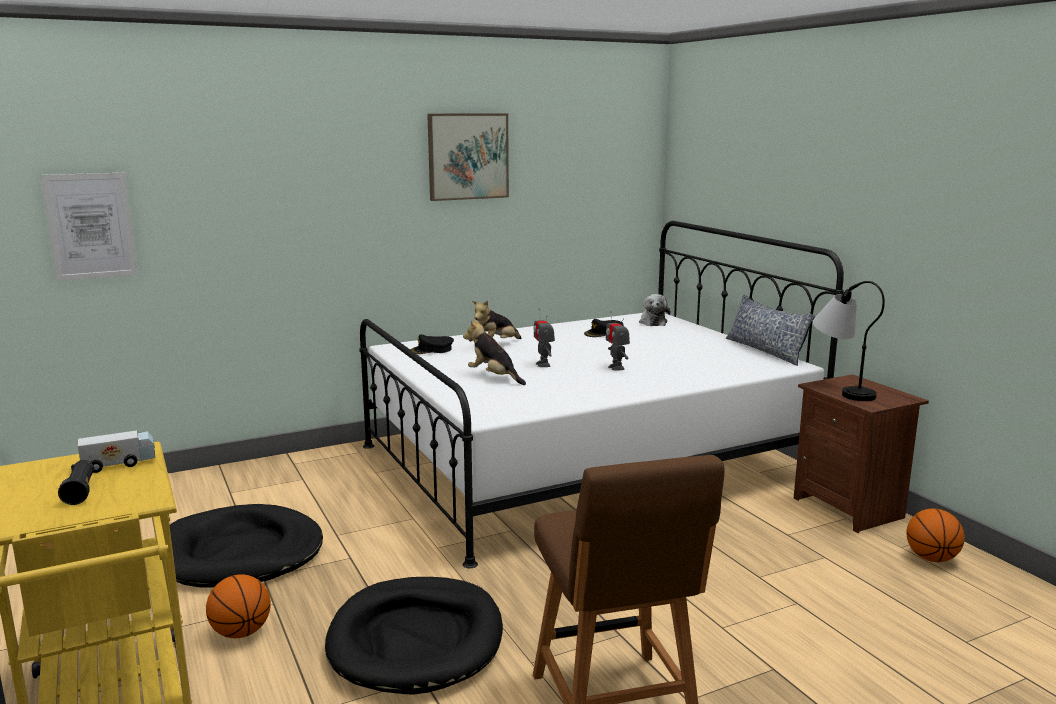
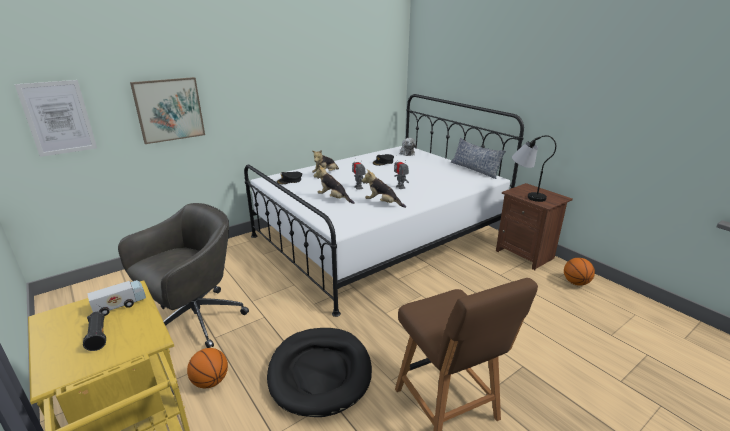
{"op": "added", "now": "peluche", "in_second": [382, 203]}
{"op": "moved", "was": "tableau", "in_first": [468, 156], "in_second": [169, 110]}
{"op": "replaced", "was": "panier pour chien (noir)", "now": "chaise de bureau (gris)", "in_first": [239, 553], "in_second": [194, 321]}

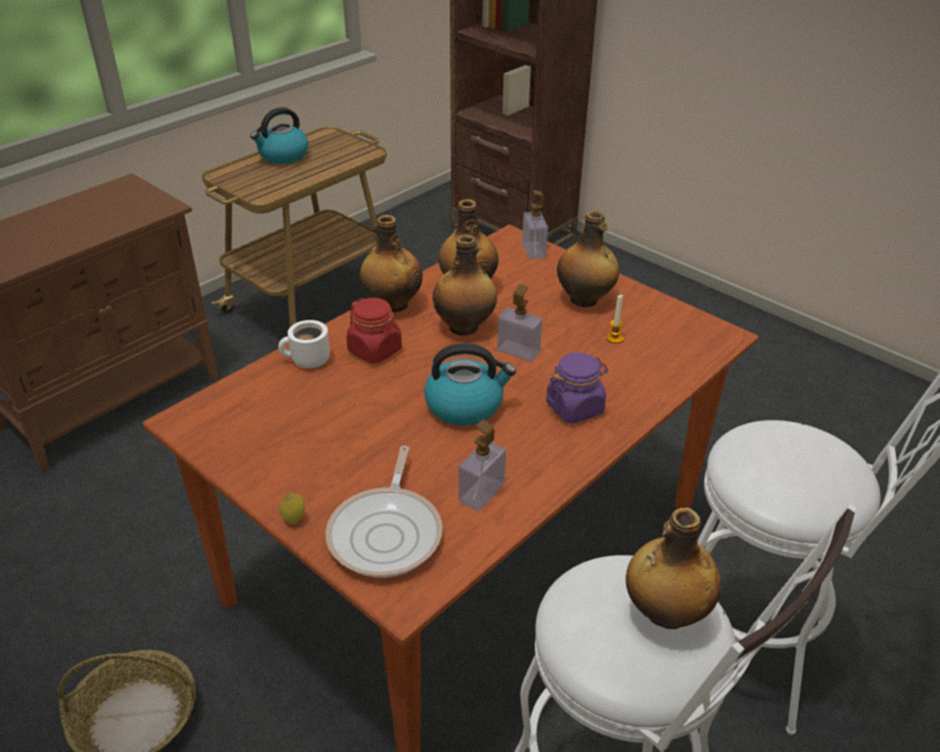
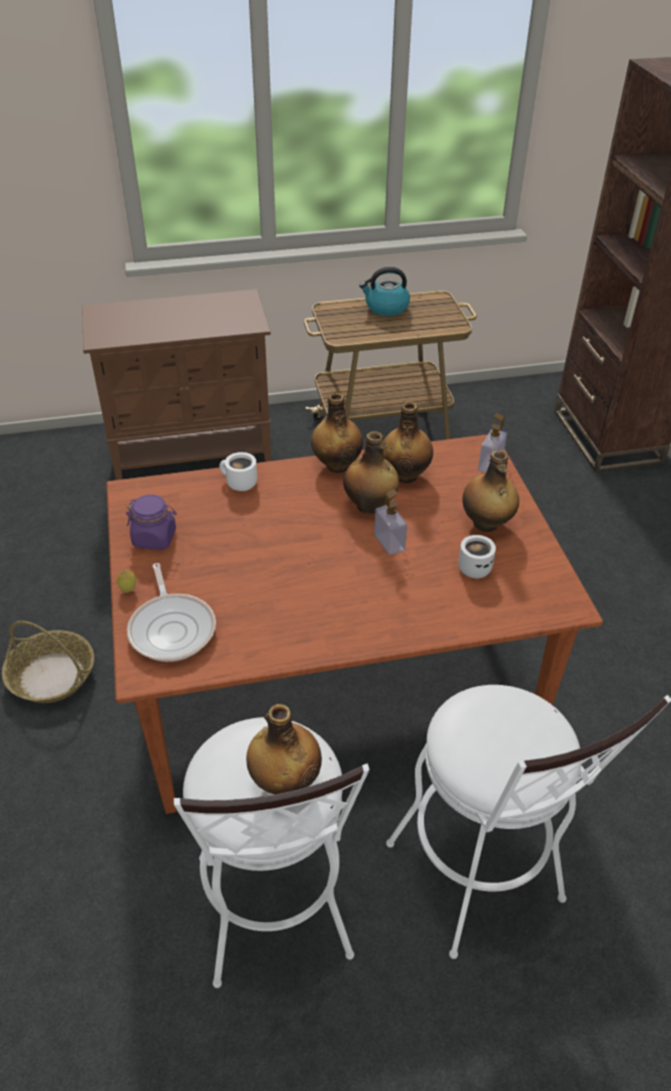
{"op": "removed", "was": "bocal (rouge)", "in_first": [375, 350]}
{"op": "removed", "was": "bouilloire", "in_first": [465, 405]}
{"op": "removed", "was": "distributeur de savon", "in_first": [481, 493]}
{"op": "moved", "was": "bocal (violet)", "in_first": [575, 408], "in_second": [155, 538]}
{"op": "replaced", "was": "bougie", "now": "mug (blanc)", "in_first": [614, 338], "in_second": [475, 566]}
{"op": "turned", "was": "poêle", "in_first": [388, 532], "in_second": [172, 628], "clockwise": -60}

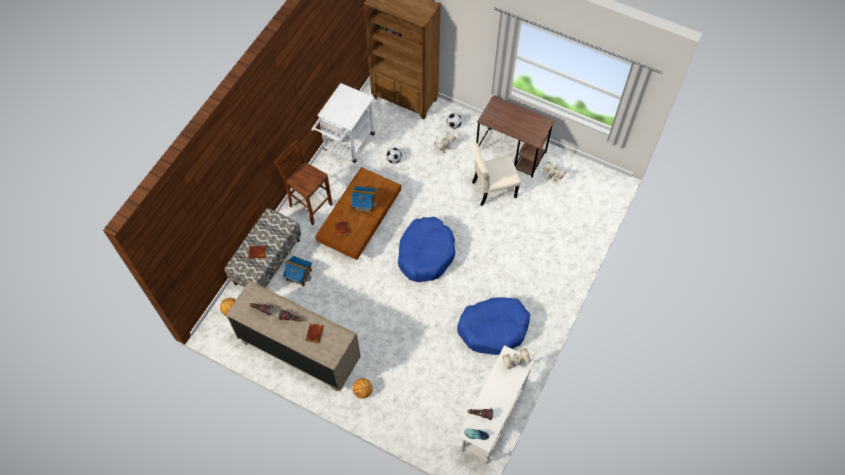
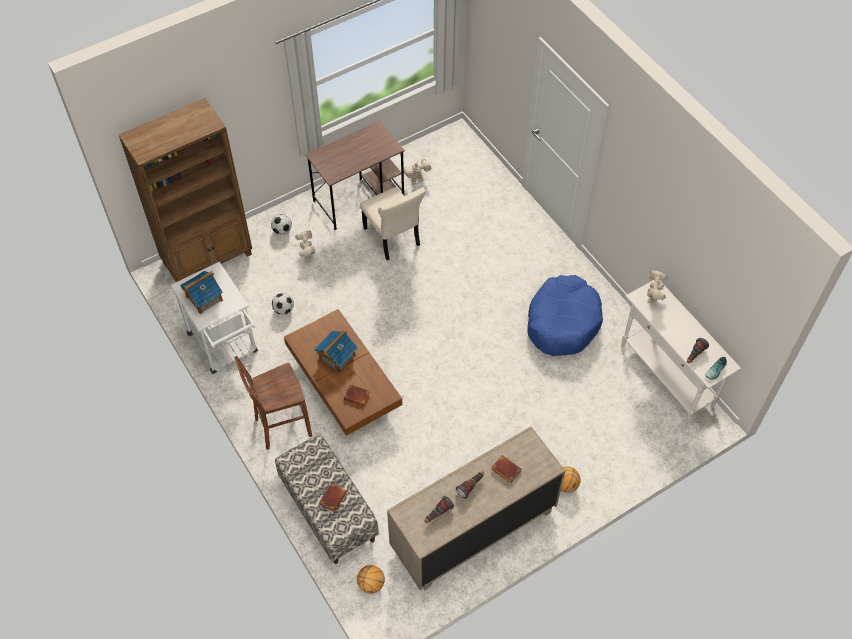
{"op": "removed", "was": "panier pour chien (bleu)", "in_first": [425, 253]}
{"op": "moved", "was": "maison miniature", "in_first": [299, 274], "in_second": [204, 298]}
{"op": "turned", "was": "chaise (beige)", "in_first": [492, 190], "in_second": [392, 238], "clockwise": -45}

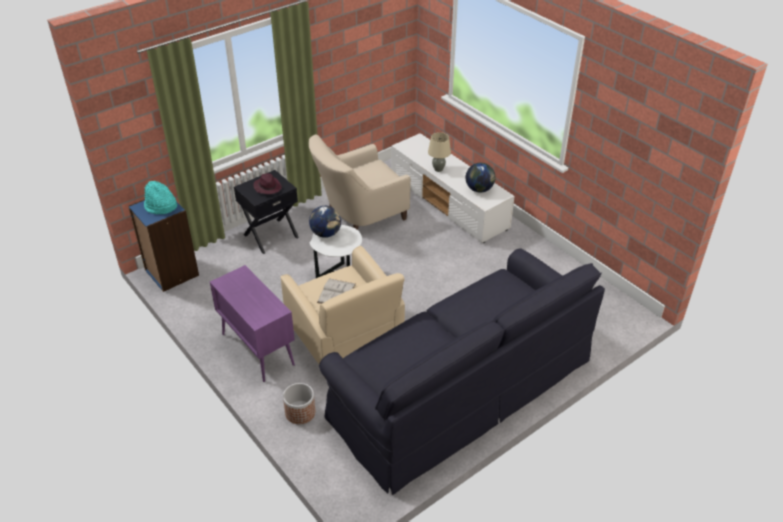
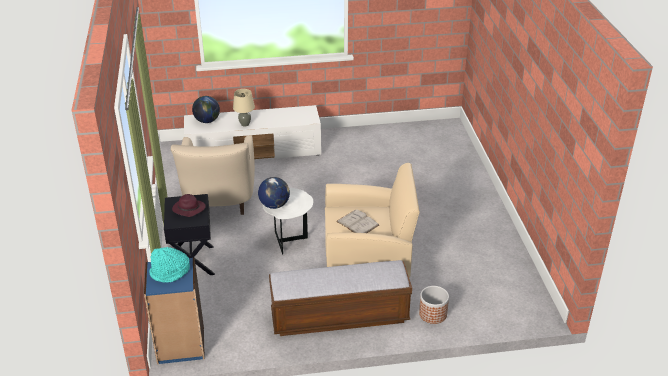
{"op": "removed", "was": "canapé (noir)", "in_first": [459, 387]}
{"op": "moved", "was": "globe", "in_first": [479, 189], "in_second": [207, 121]}
{"op": "replaced", "was": "meuble de rangement (violet)", "now": "banc", "in_first": [257, 349], "in_second": [339, 317]}

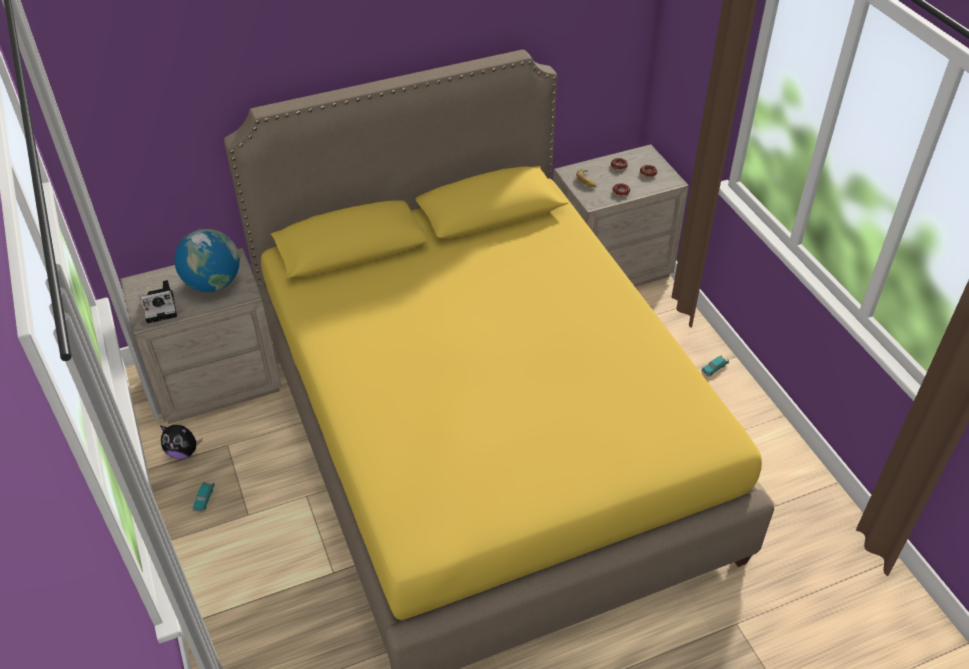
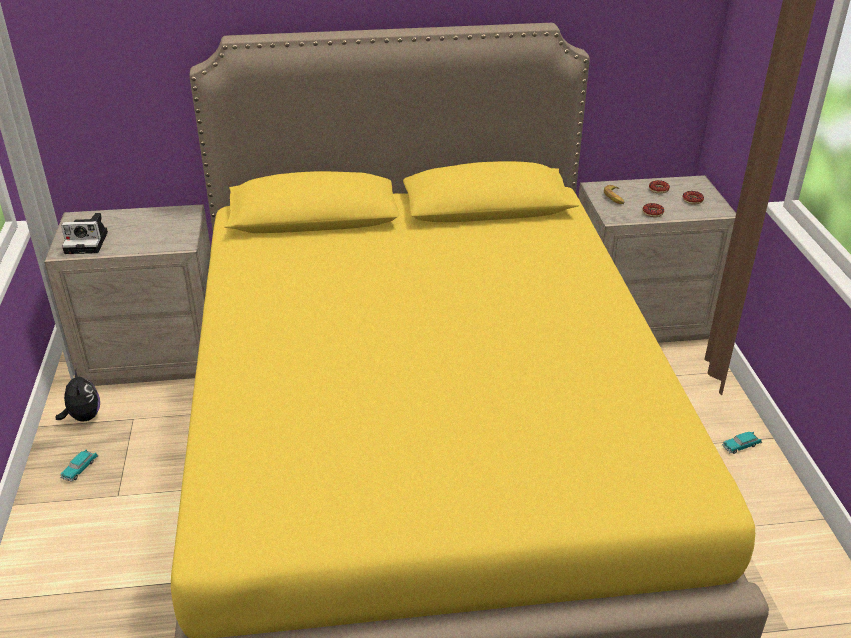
{"op": "removed", "was": "globe", "in_first": [213, 283]}
{"op": "turned", "was": "peluche", "in_first": [183, 452], "in_second": [83, 417], "clockwise": -135}

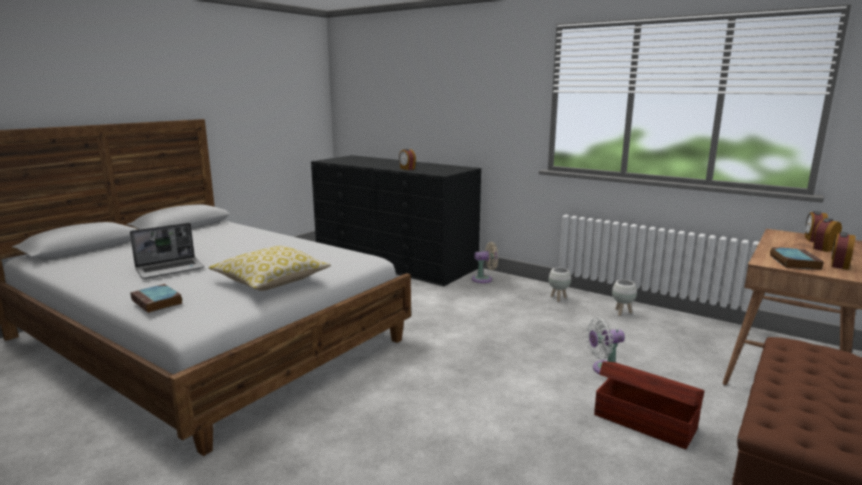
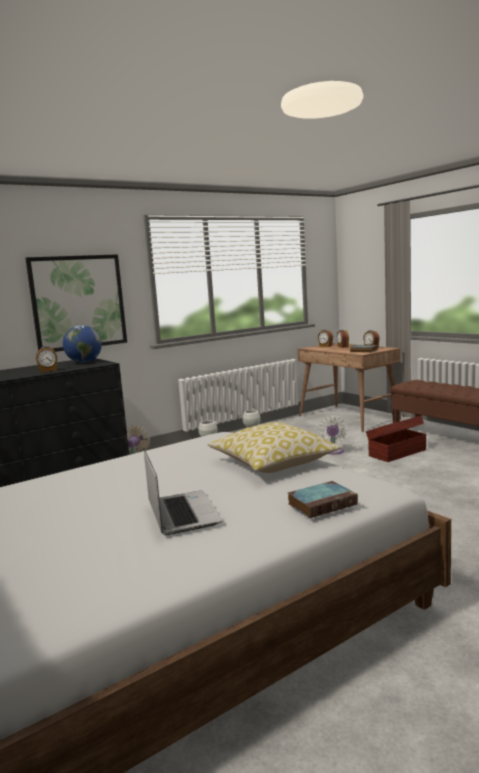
{"op": "added", "now": "tableau", "in_second": [78, 302]}
{"op": "added", "now": "globe", "in_second": [84, 362]}

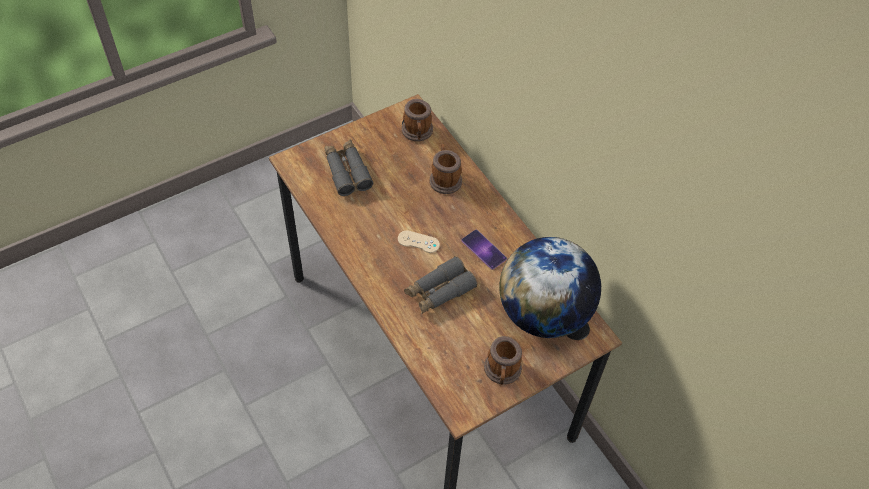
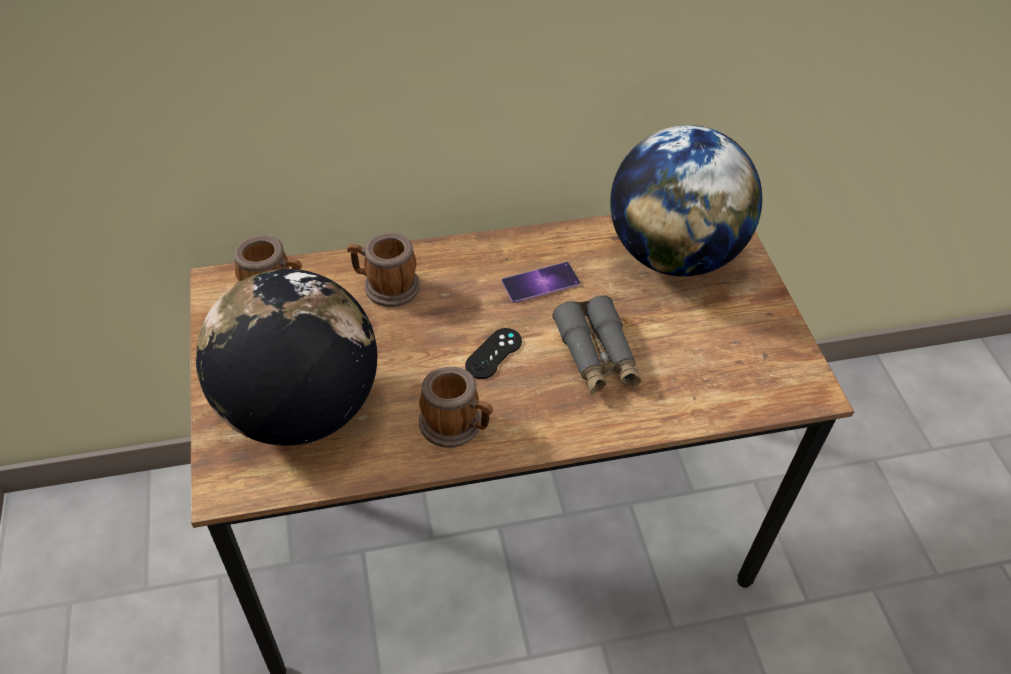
{"op": "moved", "was": "mug", "in_first": [502, 372], "in_second": [456, 425]}
{"op": "replaced", "was": "jumelles (gris)", "now": "globe", "in_first": [347, 171], "in_second": [300, 408]}
{"op": "recoloured", "was": "manette (beige)", "now": "manette (noir)", "in_first": [418, 242], "in_second": [493, 353]}

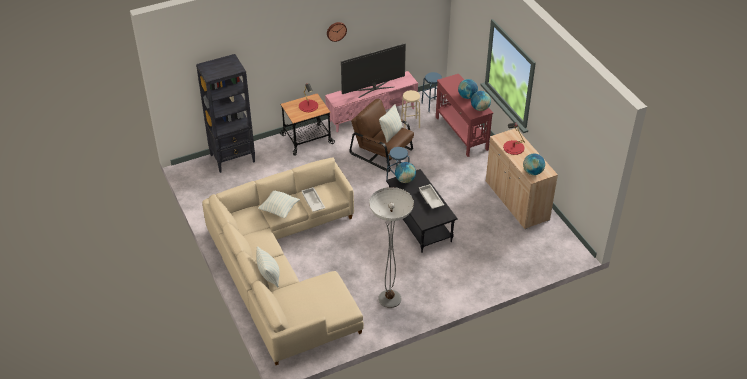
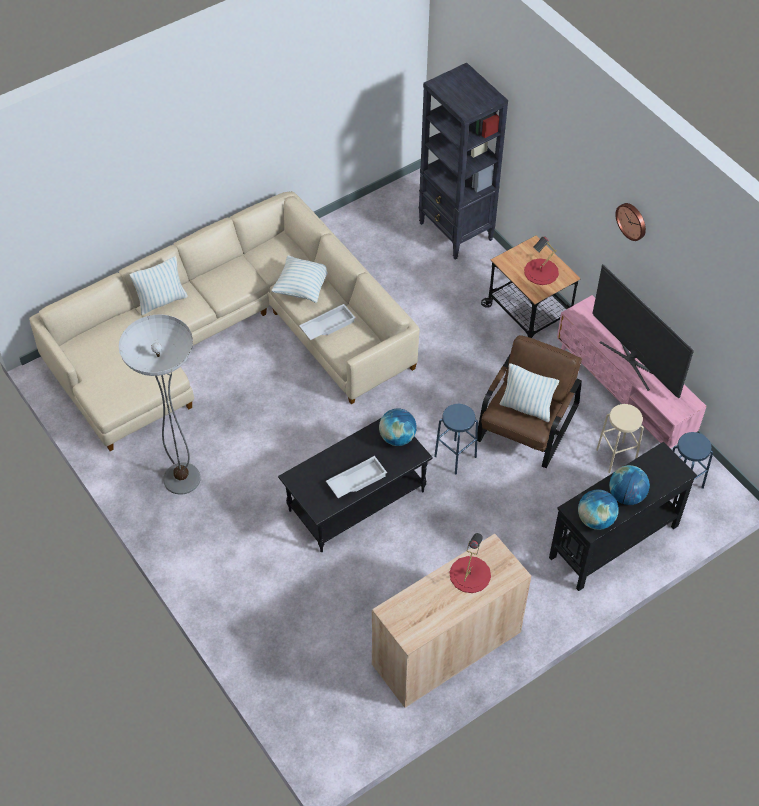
{"op": "removed", "was": "globe", "in_first": [532, 172]}
{"op": "recoloured", "was": "table console (rouge)", "now": "table console (noir)", "in_first": [461, 133], "in_second": [613, 541]}

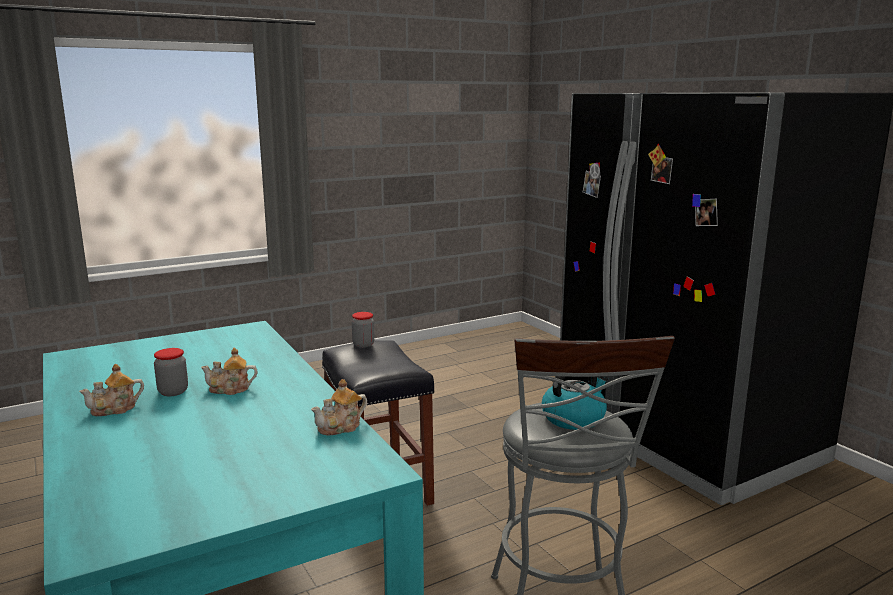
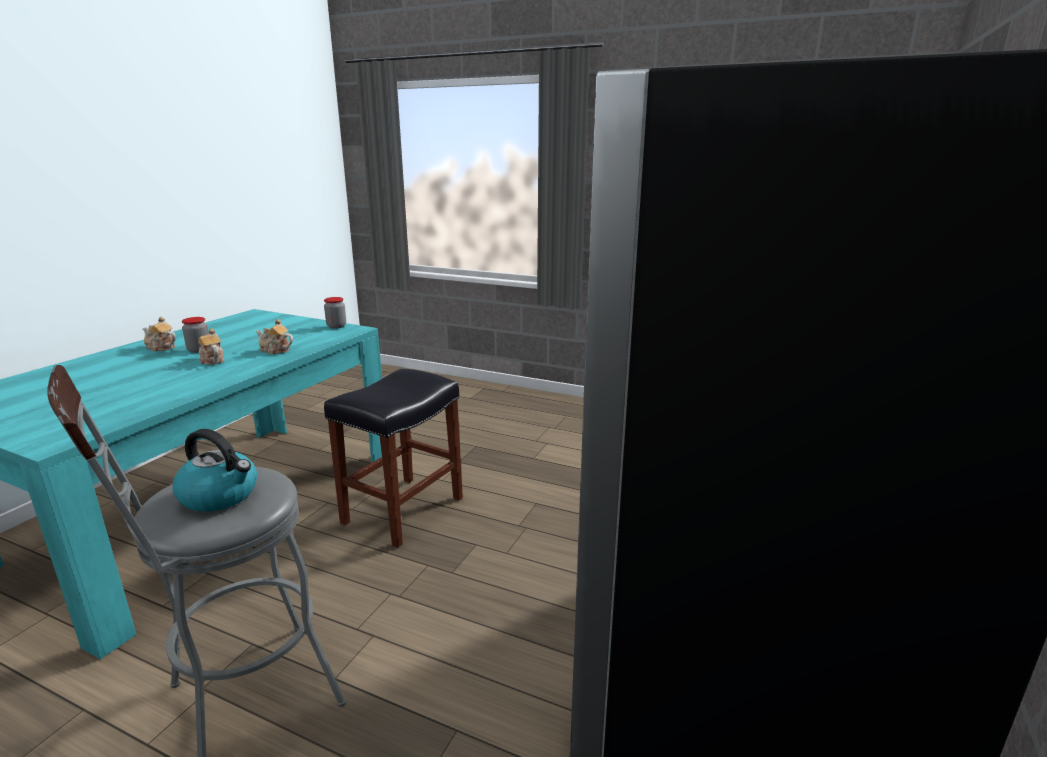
{"op": "moved", "was": "théière", "in_first": [341, 427], "in_second": [275, 350]}
{"op": "moved", "was": "bocal", "in_first": [363, 344], "in_second": [336, 326]}

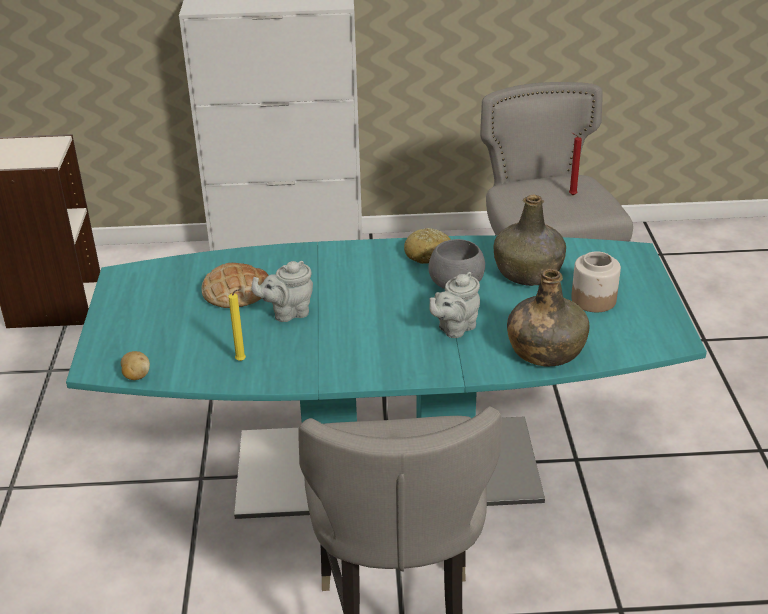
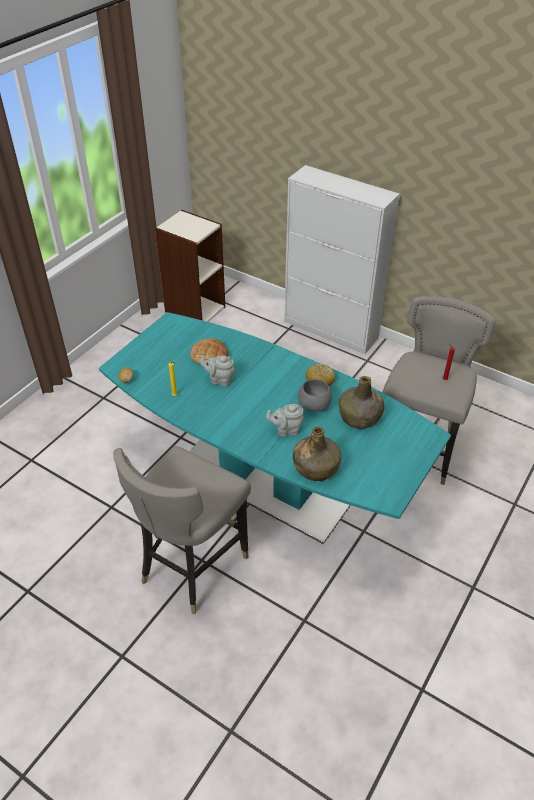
{"op": "removed", "was": "bocal", "in_first": [594, 300]}

